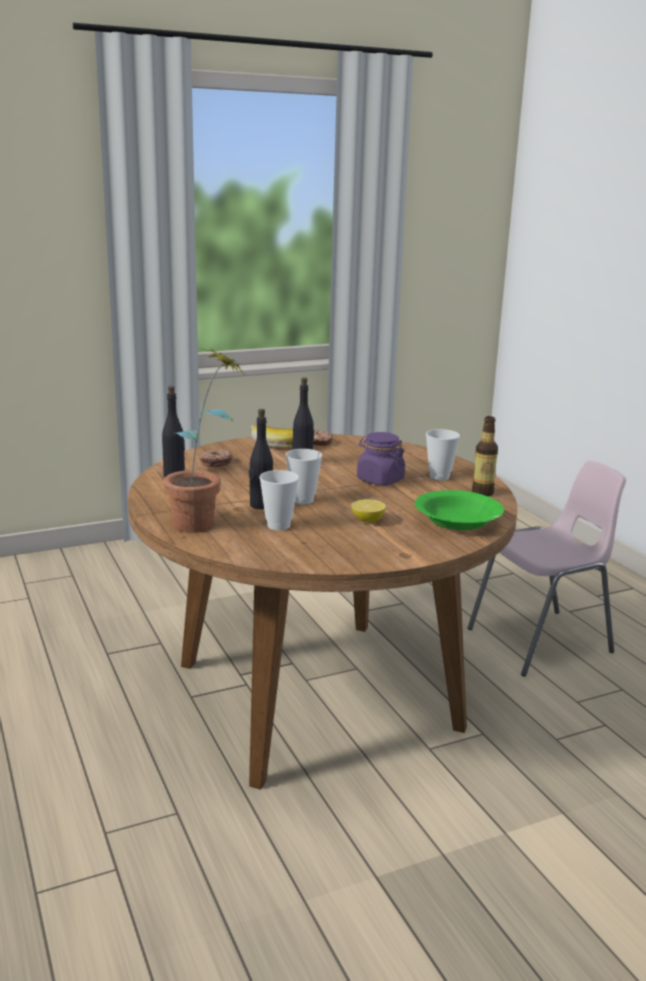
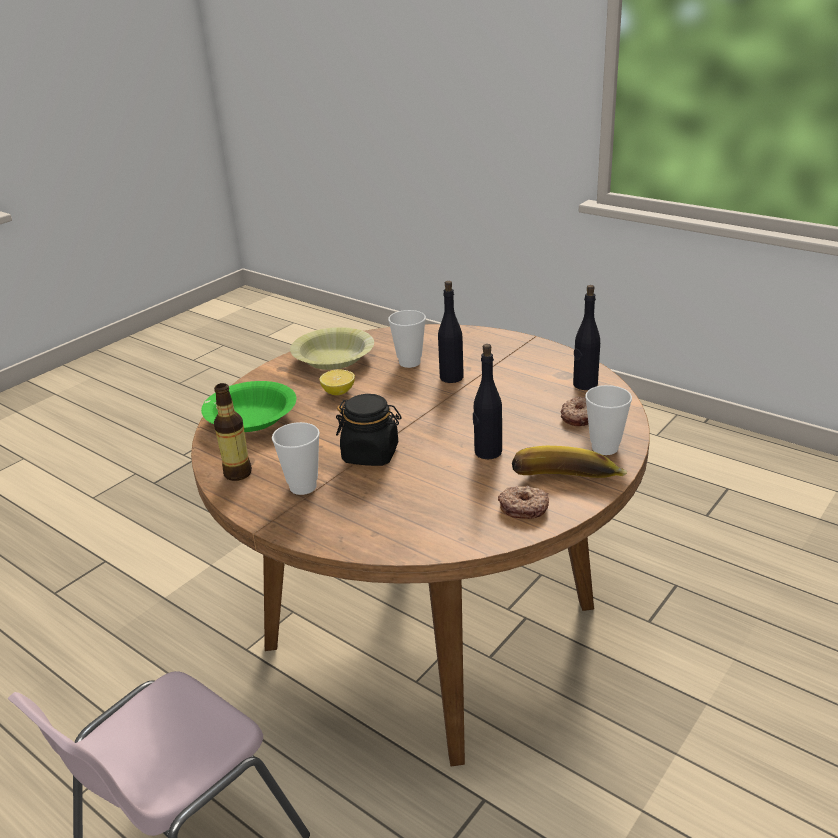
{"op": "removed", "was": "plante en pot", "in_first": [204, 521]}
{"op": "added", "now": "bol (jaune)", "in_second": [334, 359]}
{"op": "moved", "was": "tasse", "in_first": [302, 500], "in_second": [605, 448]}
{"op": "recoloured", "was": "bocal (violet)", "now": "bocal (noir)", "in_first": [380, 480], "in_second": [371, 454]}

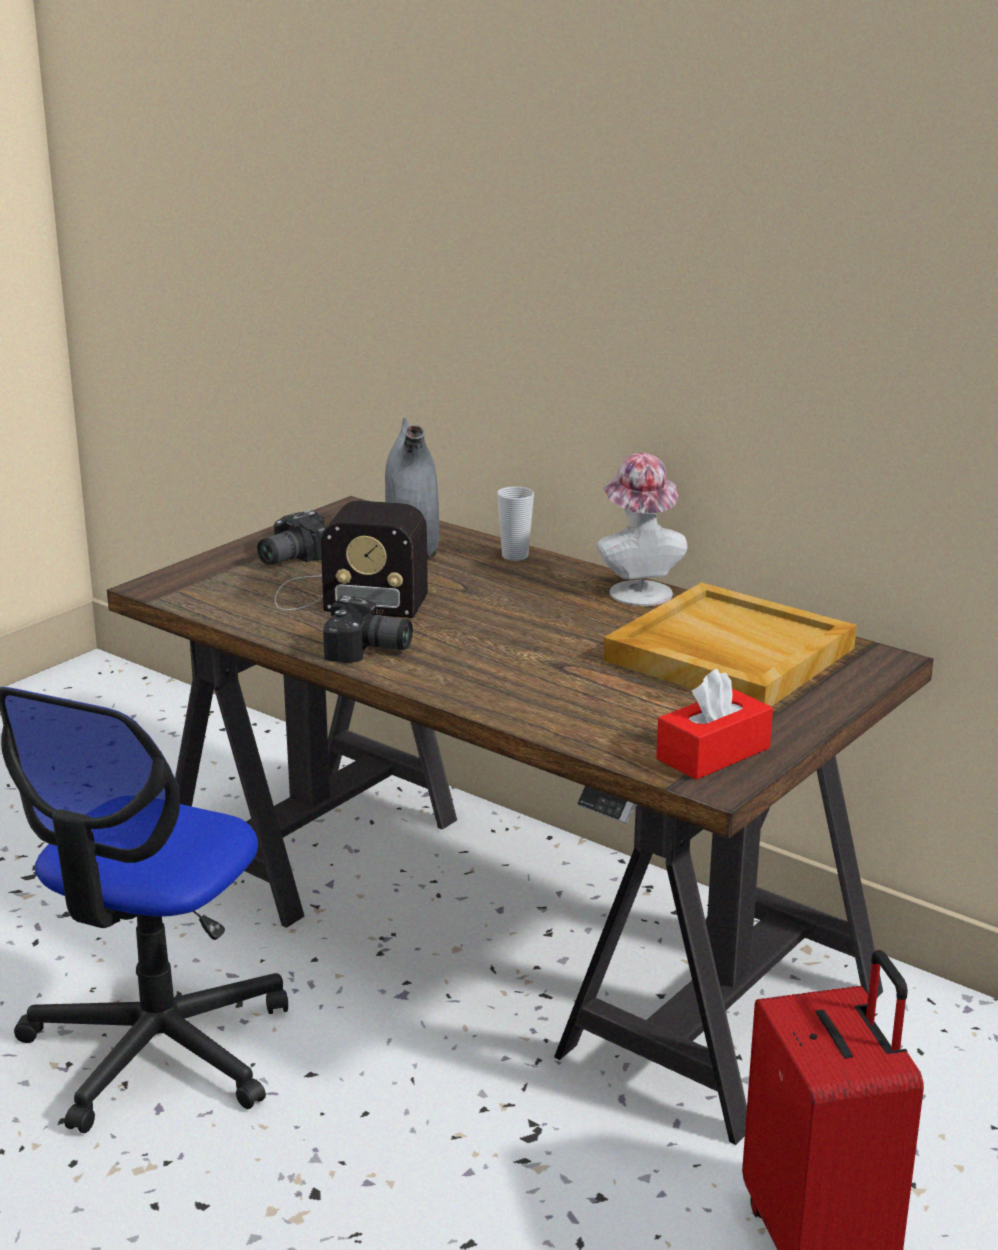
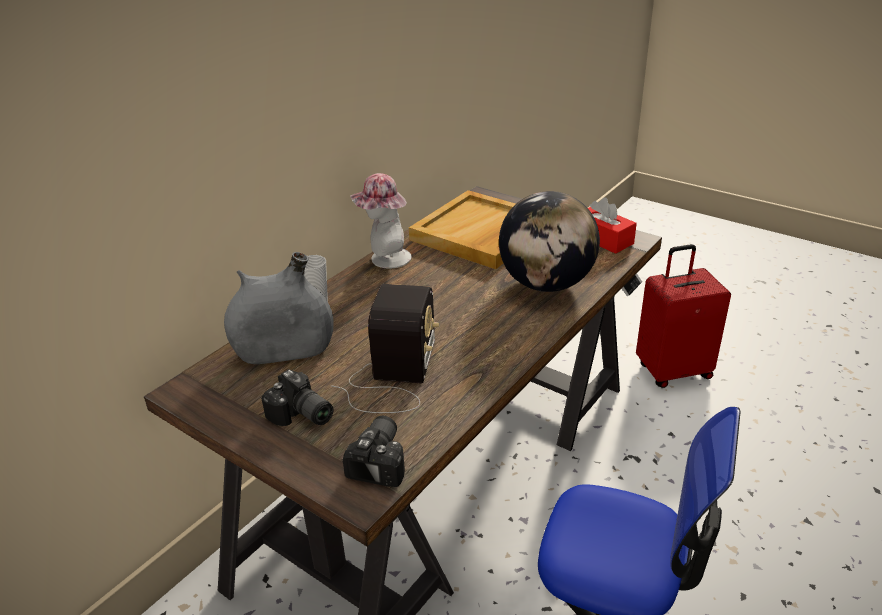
{"op": "added", "now": "globe", "in_second": [546, 284]}
{"op": "moved", "was": "appareil photo", "in_first": [368, 651], "in_second": [382, 460]}

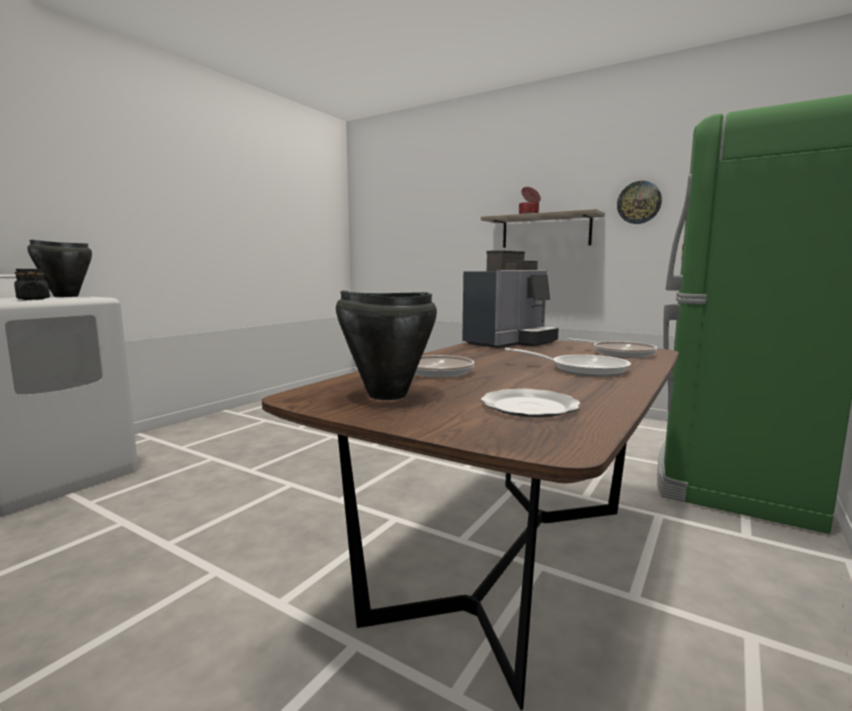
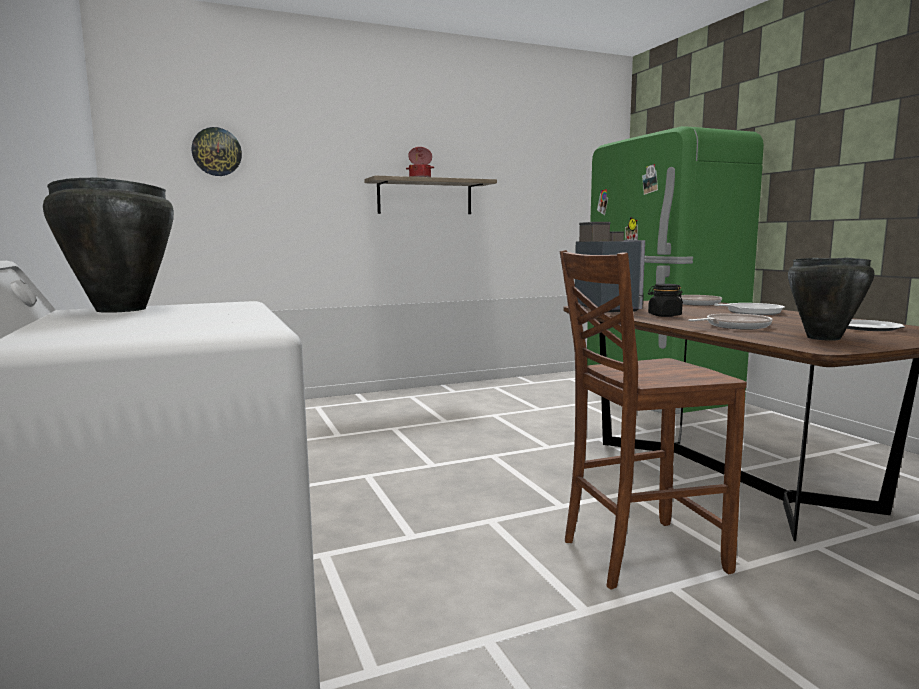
{"op": "added", "now": "chaise (marron)", "in_second": [638, 554]}
{"op": "moved", "was": "bocal (noir)", "in_first": [33, 299], "in_second": [664, 315]}
{"op": "moved", "was": "horloge murale", "in_first": [639, 202], "in_second": [216, 152]}

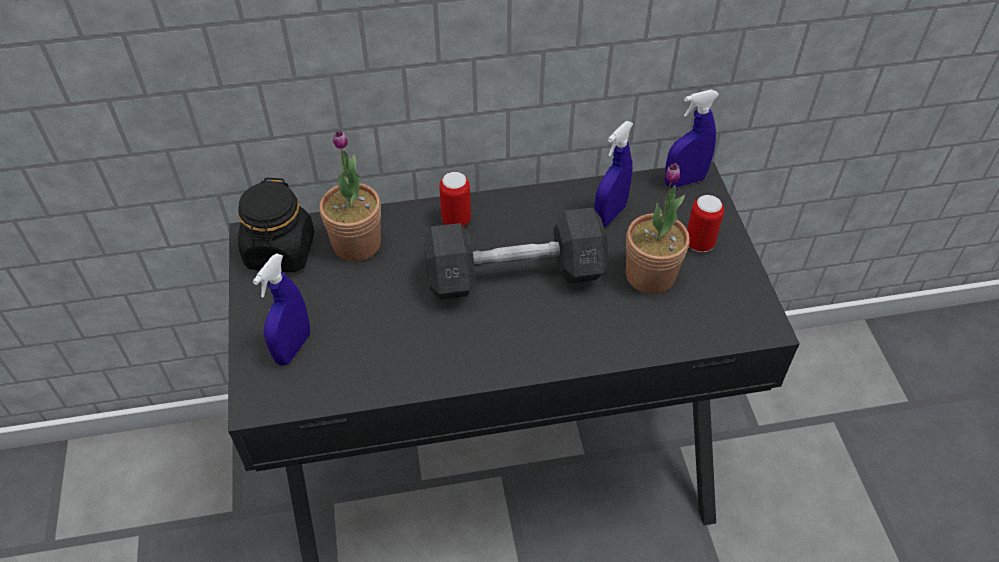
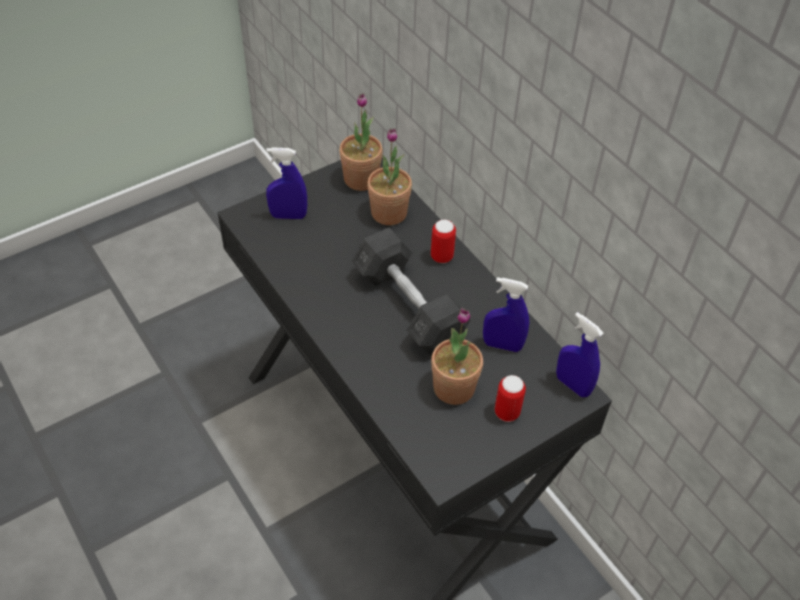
{"op": "replaced", "was": "bocal (noir)", "now": "plante en pot", "in_first": [280, 251], "in_second": [361, 179]}

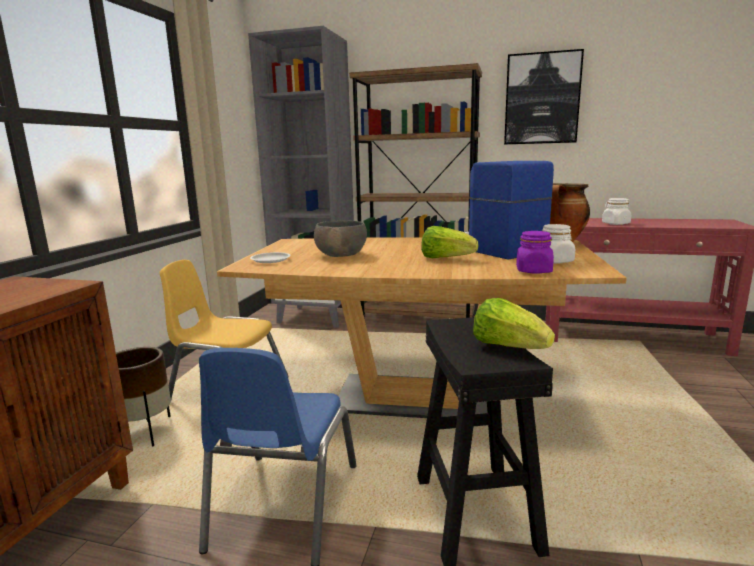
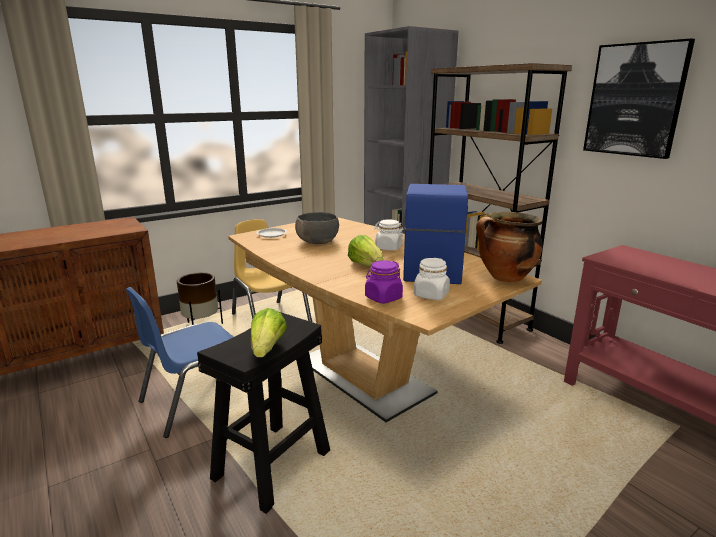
{"op": "moved", "was": "bocal (blanc)", "in_first": [615, 224], "in_second": [388, 248]}

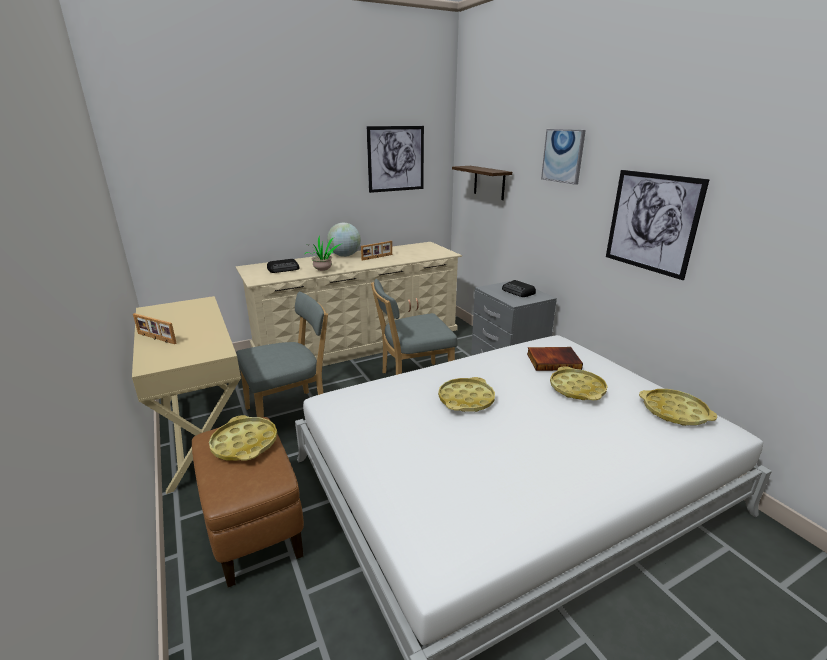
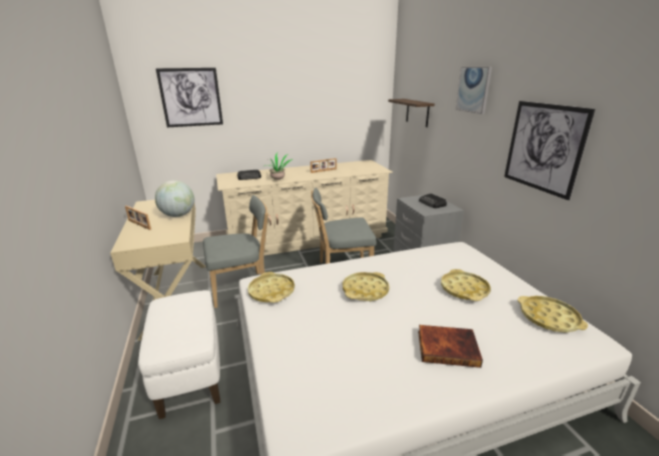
{"op": "moved", "was": "plateau (jaune)", "in_first": [245, 443], "in_second": [271, 291]}
{"op": "moved", "was": "globe", "in_first": [344, 256], "in_second": [178, 215]}
{"op": "moved", "was": "tableau", "in_first": [396, 159], "in_second": [191, 97]}
{"op": "moved", "was": "livre", "in_first": [553, 361], "in_second": [447, 347]}
{"op": "recoloured", "was": "pouf (marron)", "now": "pouf (blanc)", "in_first": [254, 527], "in_second": [191, 374]}

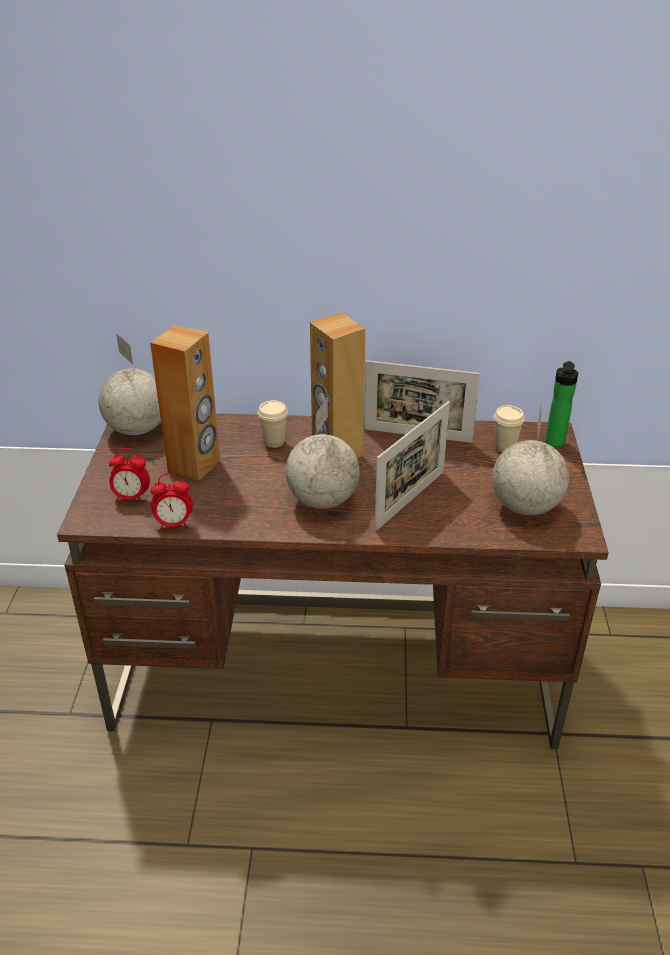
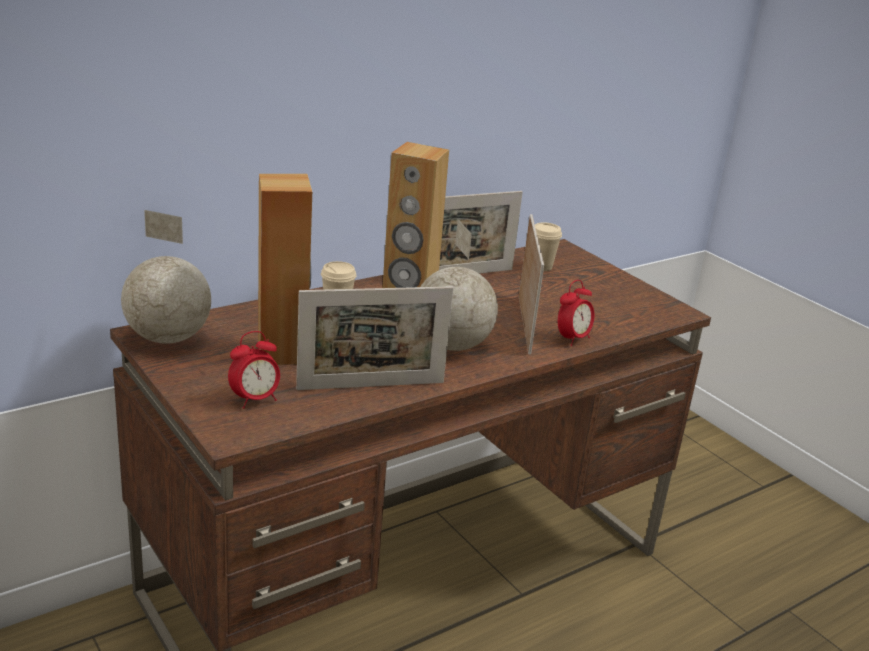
{"op": "removed", "was": "globe", "in_first": [524, 507]}
{"op": "removed", "was": "bouteille", "in_first": [554, 443]}
{"op": "added", "now": "cadre photo", "in_second": [371, 386]}
{"op": "moved", "was": "réveil", "in_first": [174, 524], "in_second": [572, 339]}

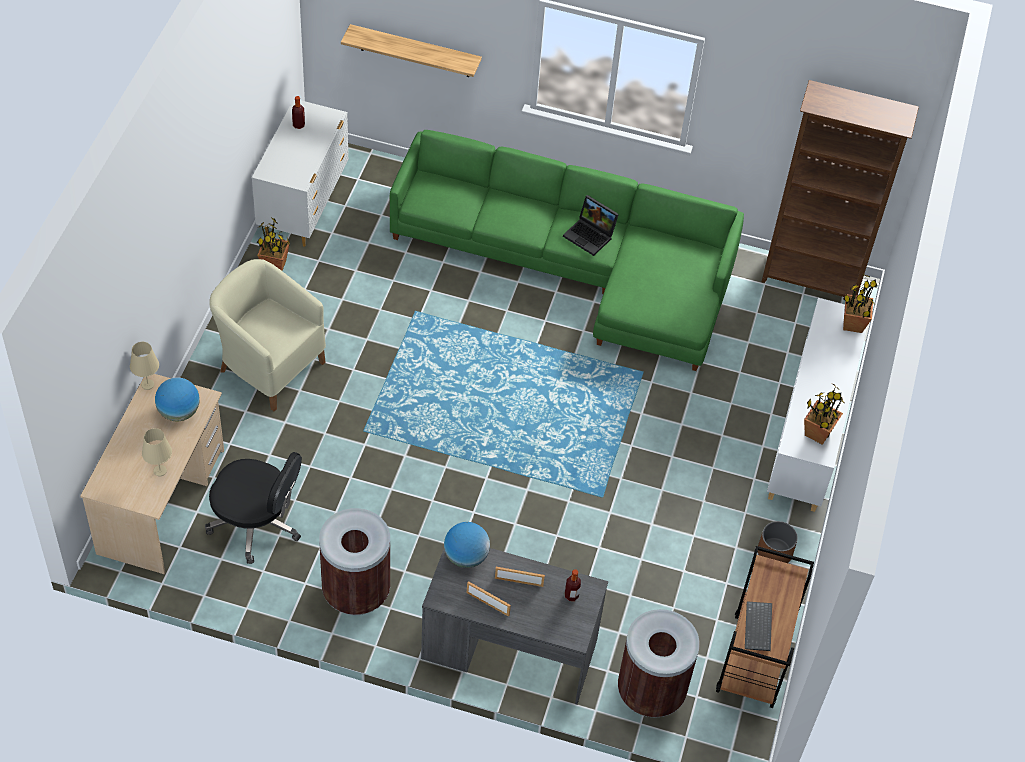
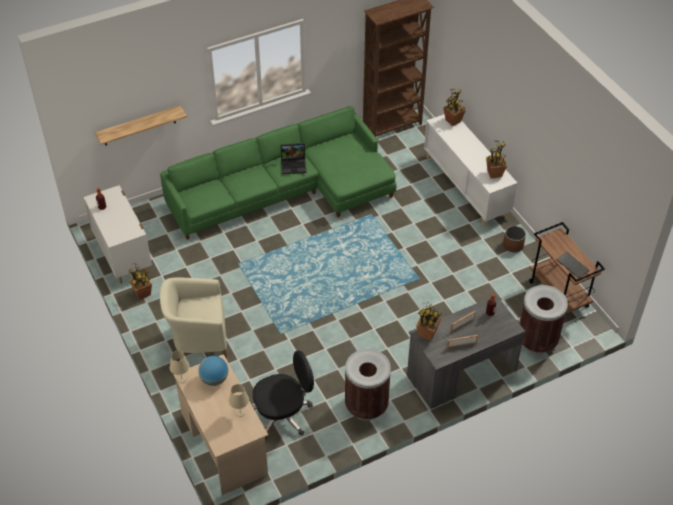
{"op": "replaced", "was": "globe", "now": "plante en pot", "in_first": [466, 556], "in_second": [427, 333]}

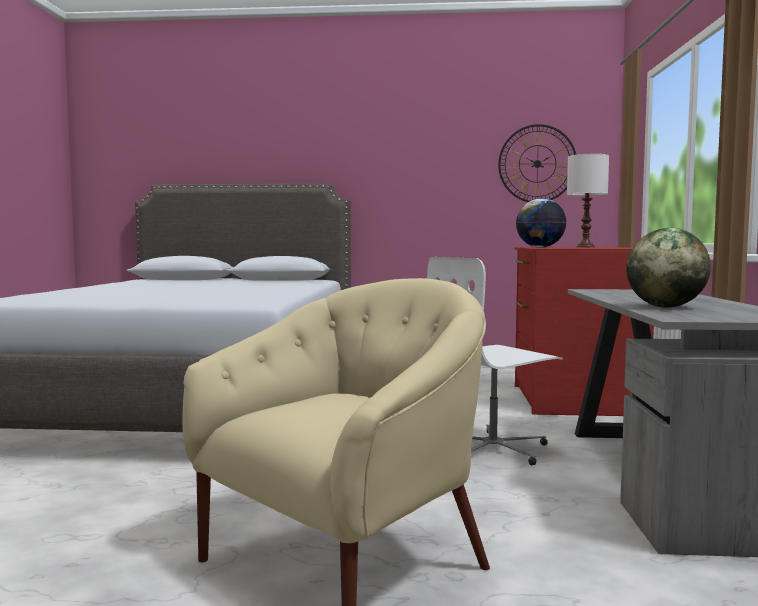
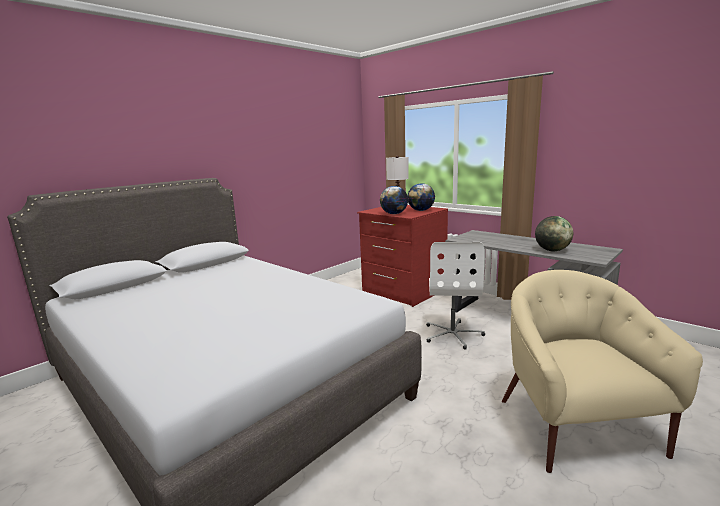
{"op": "removed", "was": "horloge murale", "in_first": [537, 164]}
{"op": "added", "now": "globe", "in_second": [421, 210]}

